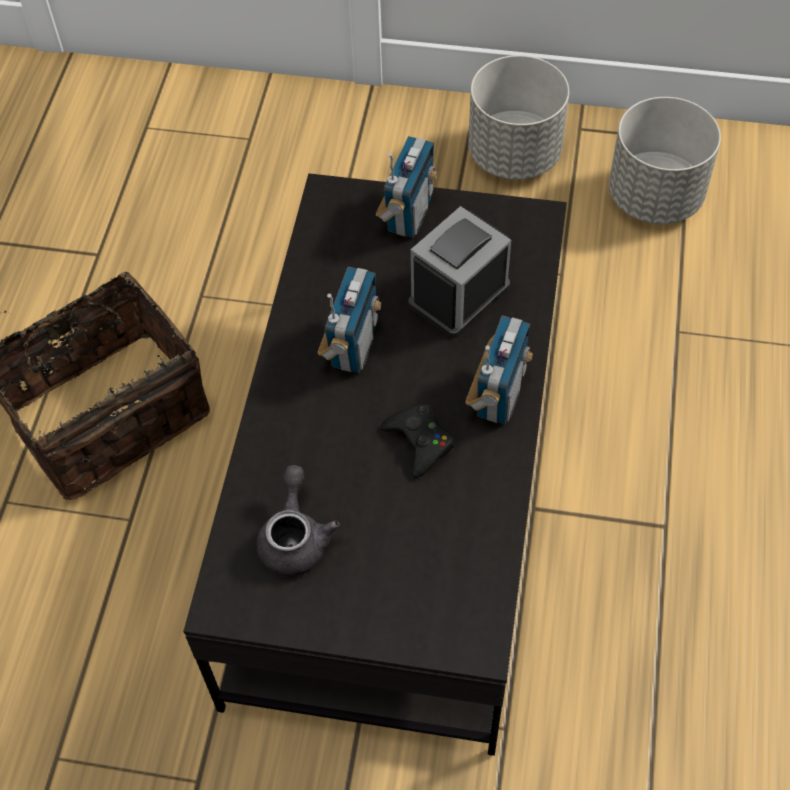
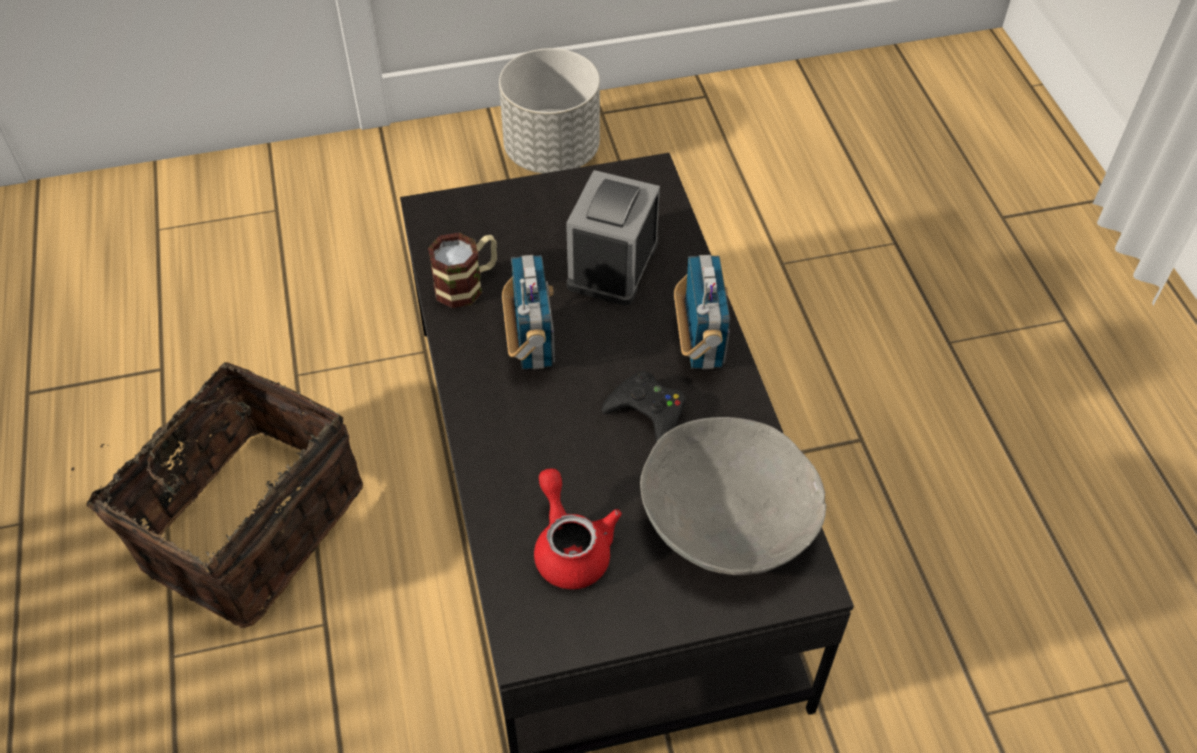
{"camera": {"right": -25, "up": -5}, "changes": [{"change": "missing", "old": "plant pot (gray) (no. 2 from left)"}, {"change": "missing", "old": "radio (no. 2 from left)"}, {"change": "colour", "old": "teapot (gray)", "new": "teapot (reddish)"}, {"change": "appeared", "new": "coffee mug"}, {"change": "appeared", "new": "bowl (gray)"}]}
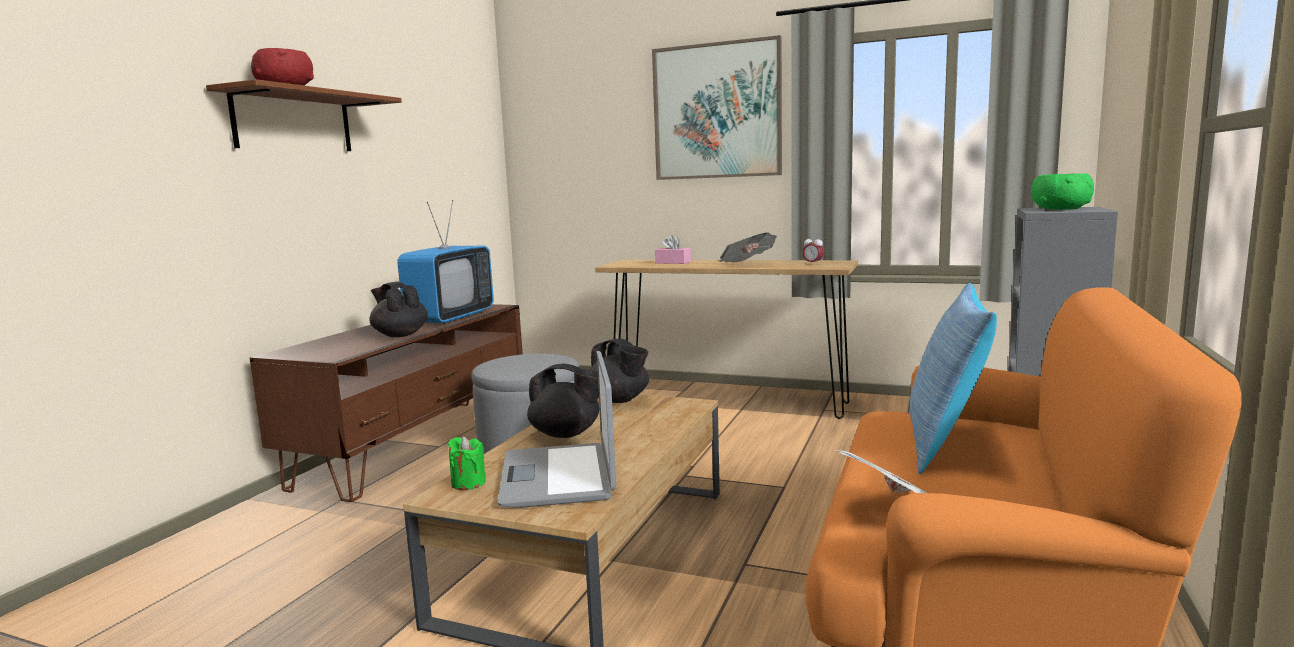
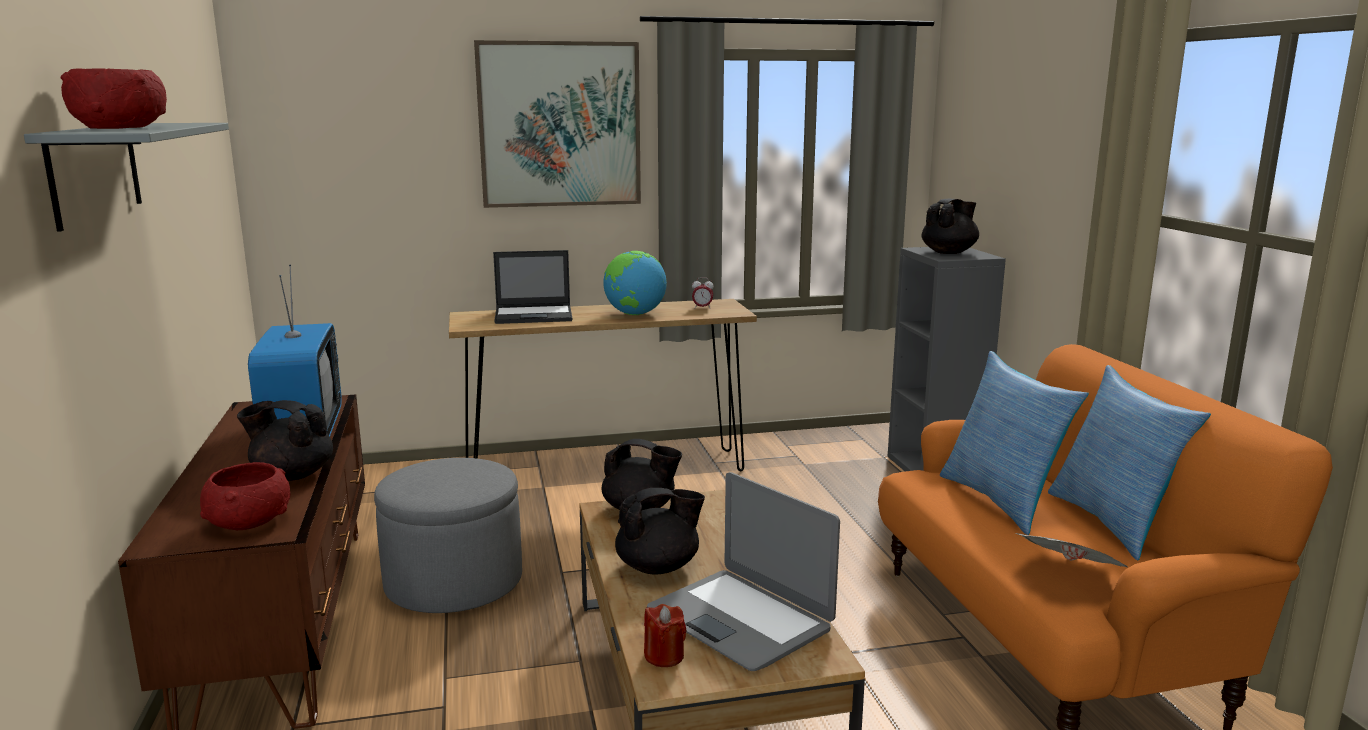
{"camera": {"right": -35, "up": 5}, "changes": [{"change": "colour", "old": "wall shelf (brownish)", "new": "wall shelf (gray)"}, {"change": "exchanged", "old": "bowl (greenish)", "new": "teapot (black-coloured) (no. 4 from left)"}, {"change": "exchanged", "old": "newspaper (no. 1 from left)", "new": "globe"}, {"change": "exchanged", "old": "tissue box (pinkish)", "new": "notebook computer (no. 1 from left)"}, {"change": "colour", "old": "wax light (greenish)", "new": "wax light (reddish)"}, {"change": "appeared", "new": "throw pillow (no. 2 from left)"}, {"change": "appeared", "new": "bowl (reddish) (no. 2 from left)"}]}
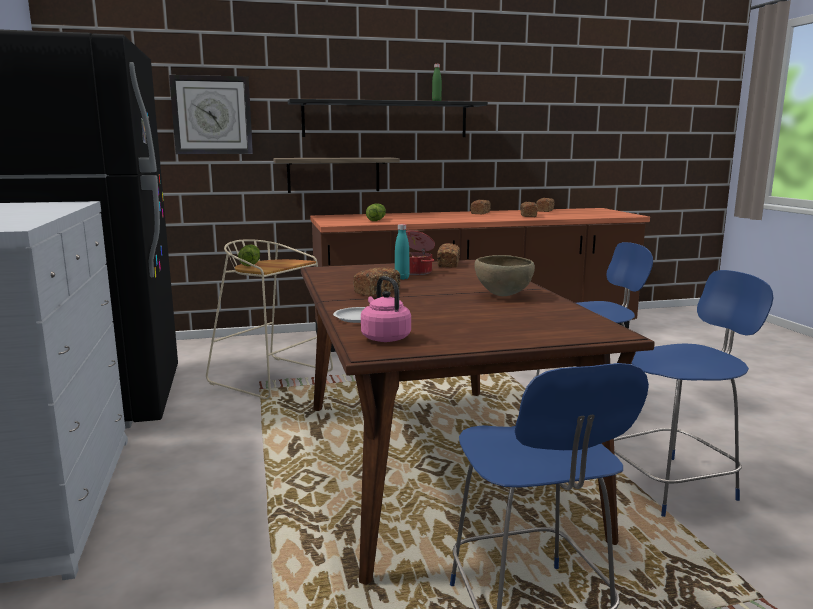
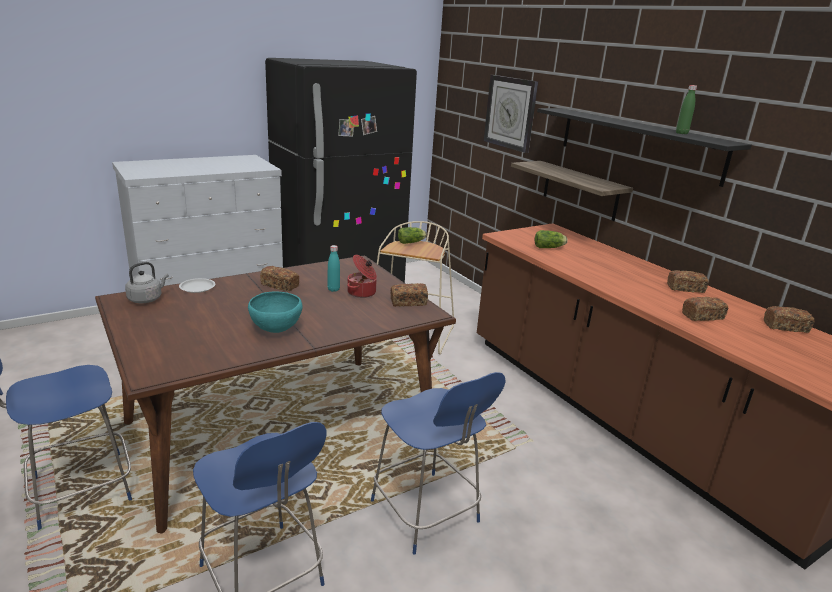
{"camera": {"right": 70, "up": 10}, "changes": [{"change": "colour", "old": "bowl (brownish)", "new": "bowl (turquoise-coloured)"}, {"change": "colour", "old": "tea kettle (pinkish)", "new": "tea kettle (gray)"}]}
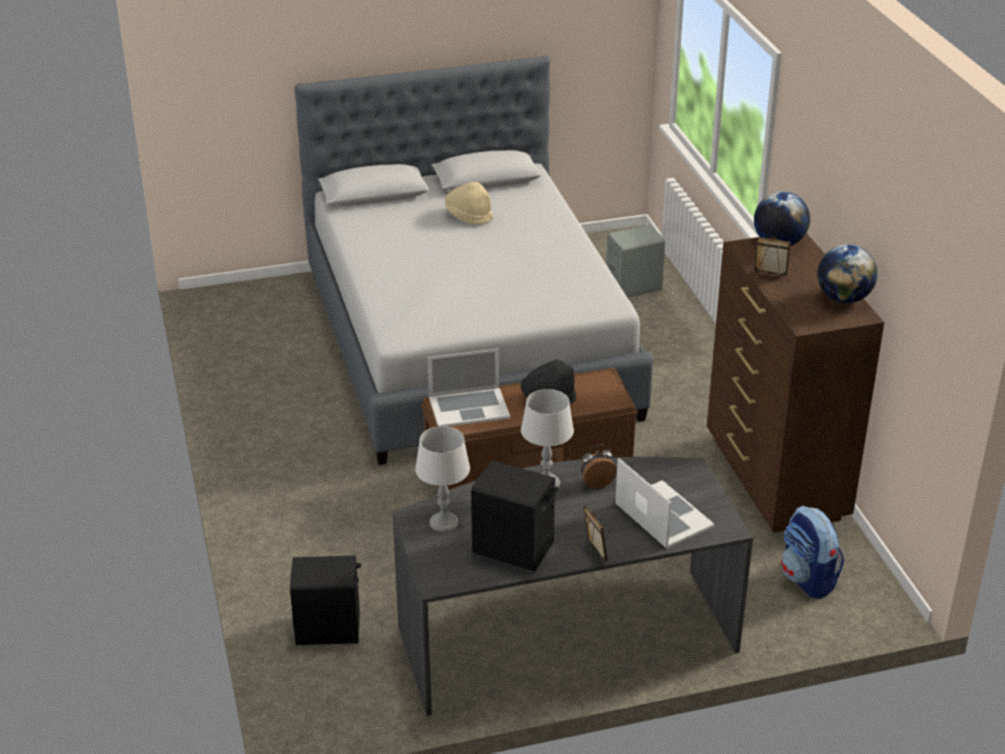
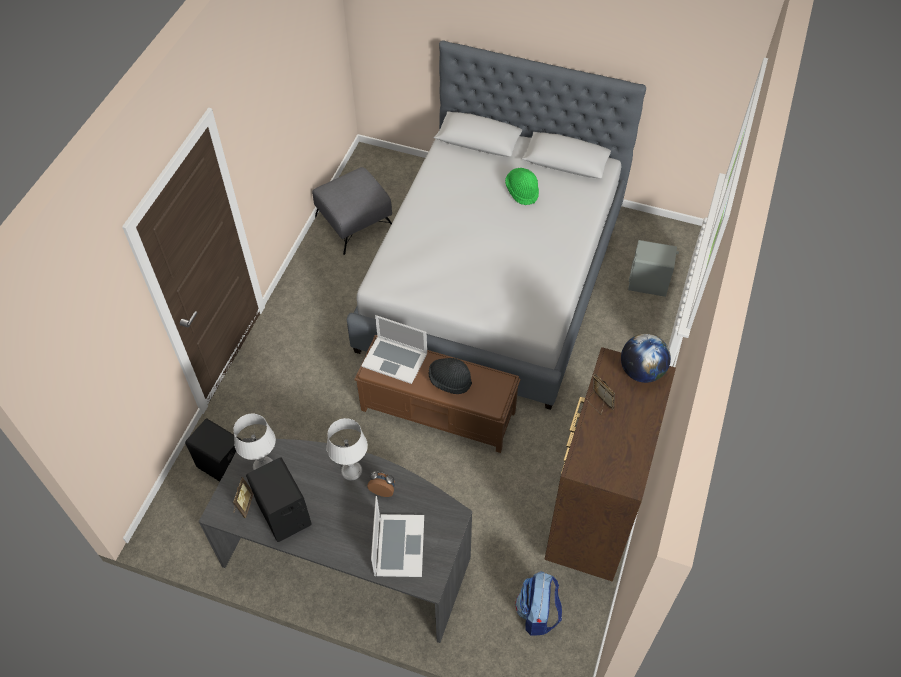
{"camera": {"right": 35, "up": 20}, "changes": [{"change": "colour", "old": "clothing hat (beige)", "new": "clothing hat (greenish)"}, {"change": "missing", "old": "globe (no. 2 from left)"}, {"change": "relocated", "old": "photo frame (no. 1 from left)"}, {"change": "appeared", "new": "pouffe (gray)"}]}
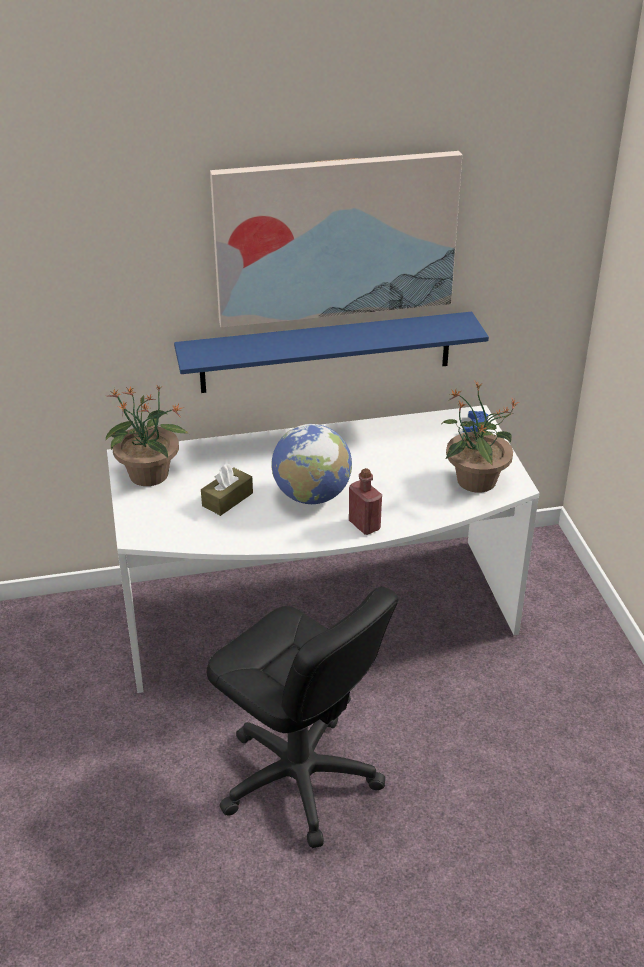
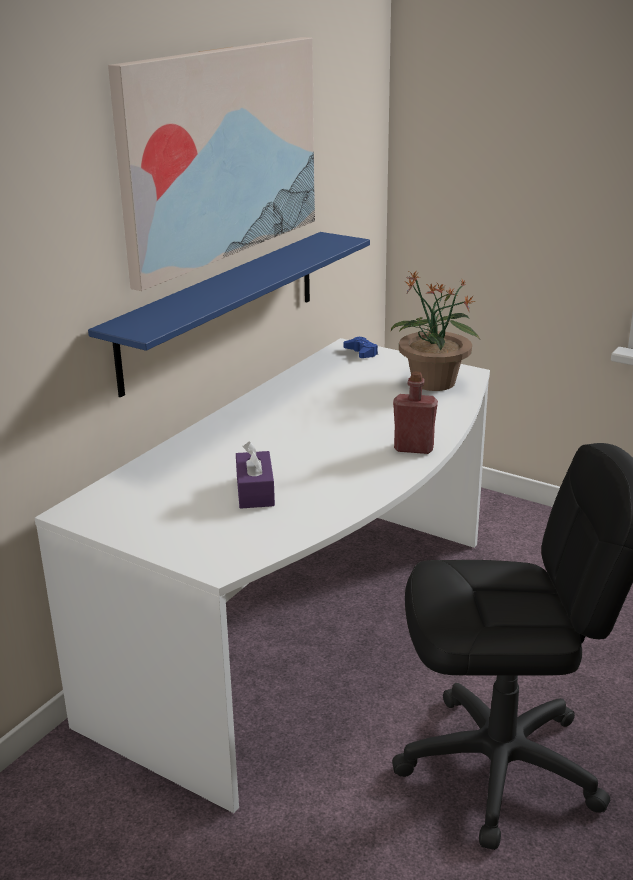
{"camera": {"right": -45, "up": -10}, "changes": [{"change": "missing", "old": "plant in a pot (no. 1 from left)"}, {"change": "missing", "old": "globe"}, {"change": "colour", "old": "tissue box (brownish)", "new": "tissue box (purplish)"}]}
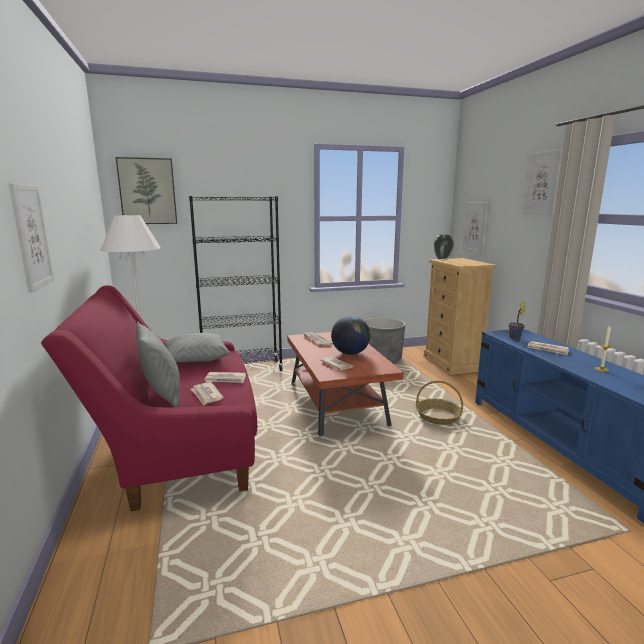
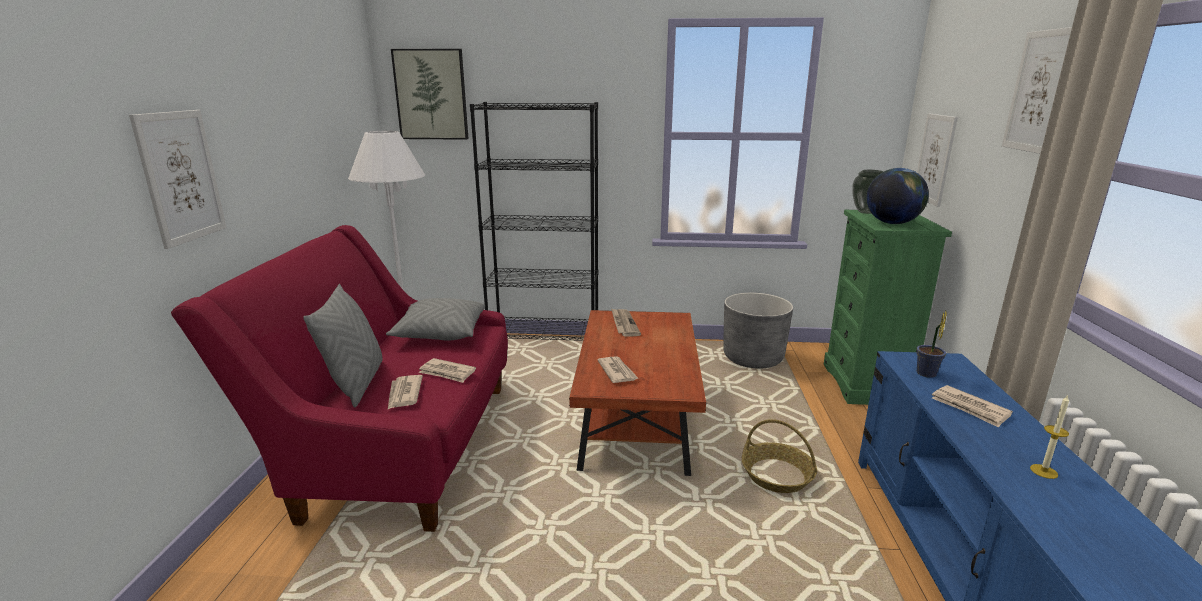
{"camera": {"right": 20, "up": 5}, "changes": [{"change": "colour", "old": "drawer chest (beige)", "new": "drawer chest (greenish)"}, {"change": "relocated", "old": "globe"}]}
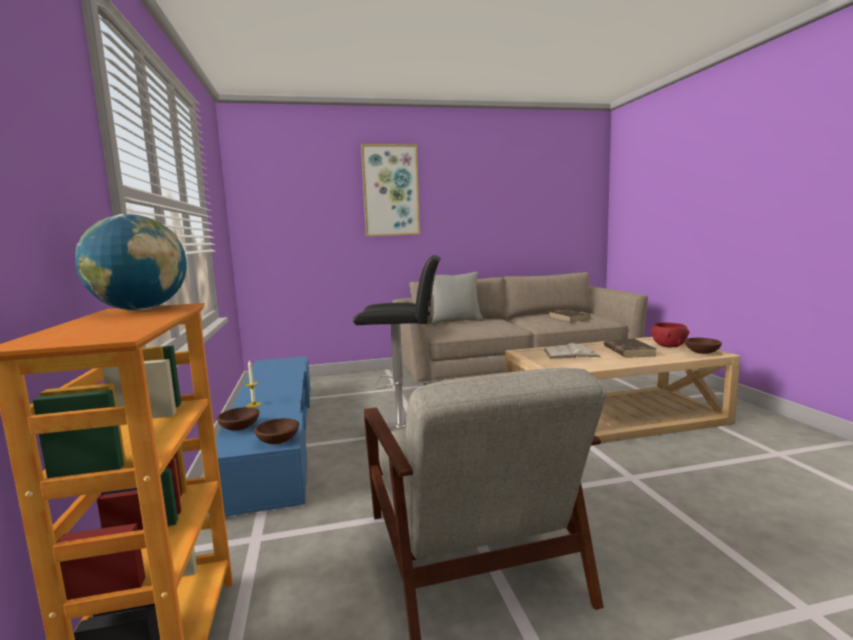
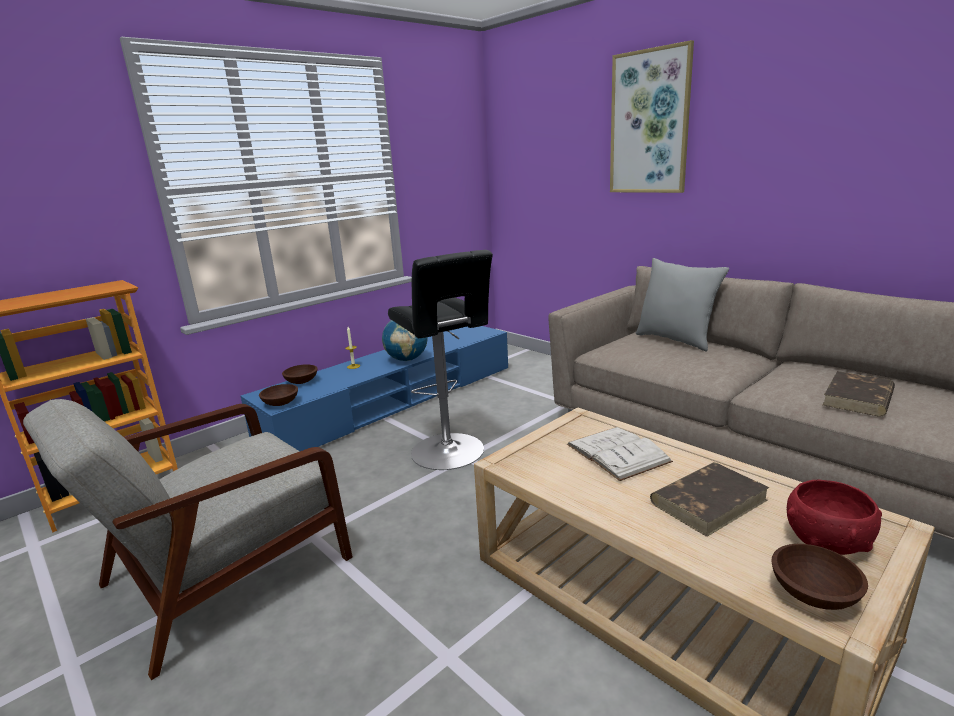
{"camera": {"right": 60, "up": 10}, "changes": [{"change": "relocated", "old": "globe"}]}
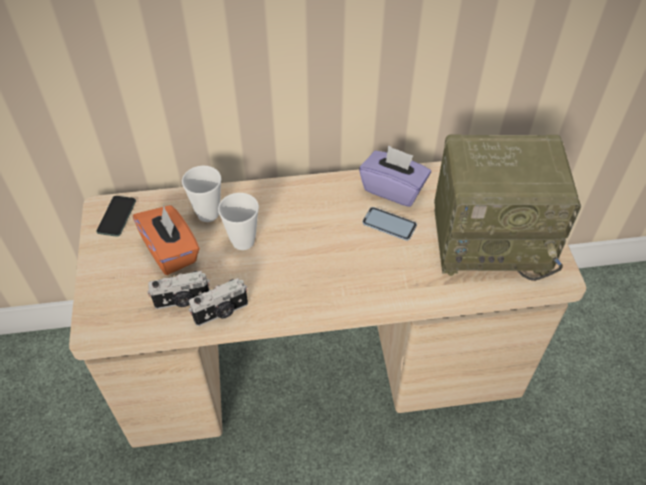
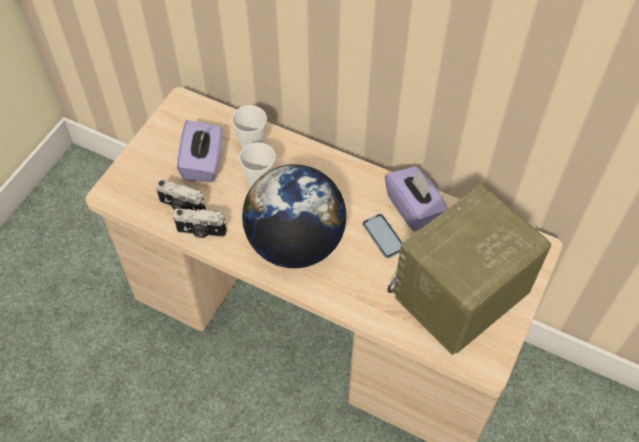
{"camera": {"right": 35, "up": 5}, "changes": [{"change": "spun", "old": "radio", "degrees": 105}, {"change": "missing", "old": "handset (no. 1 from left)"}, {"change": "colour", "old": "tissue box (orangey)", "new": "tissue box (purplish) (no. 1 from left)"}, {"change": "appeared", "new": "globe"}]}
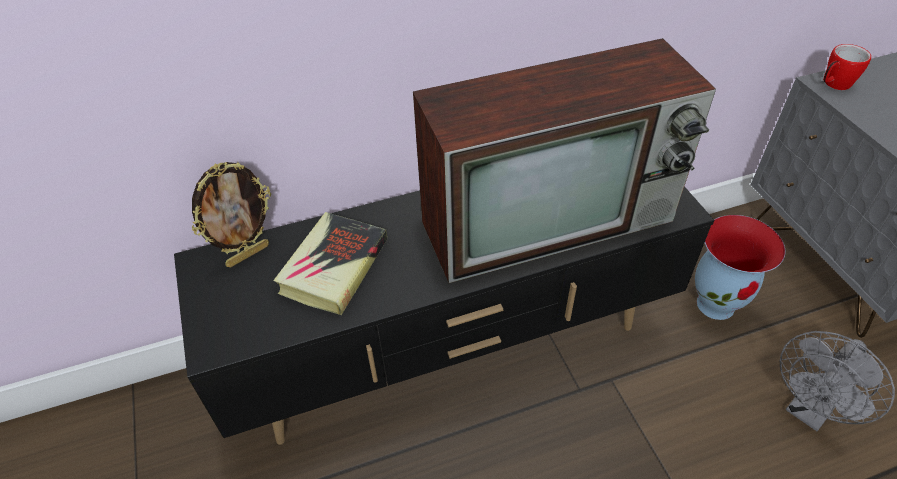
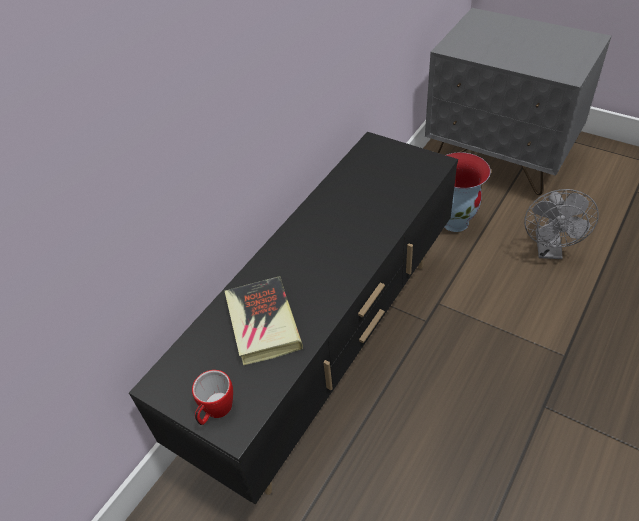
{"camera": {"right": -35, "up": 0}, "changes": [{"change": "missing", "old": "television"}, {"change": "relocated", "old": "coffee mug"}, {"change": "missing", "old": "photo frame"}]}
